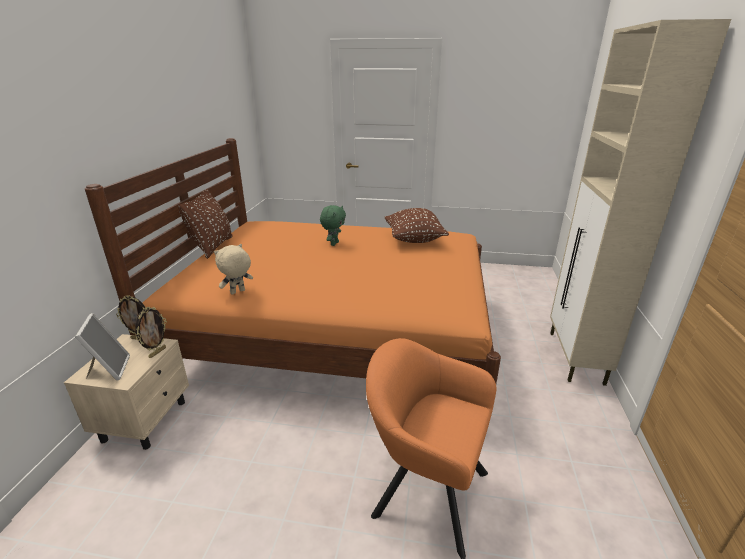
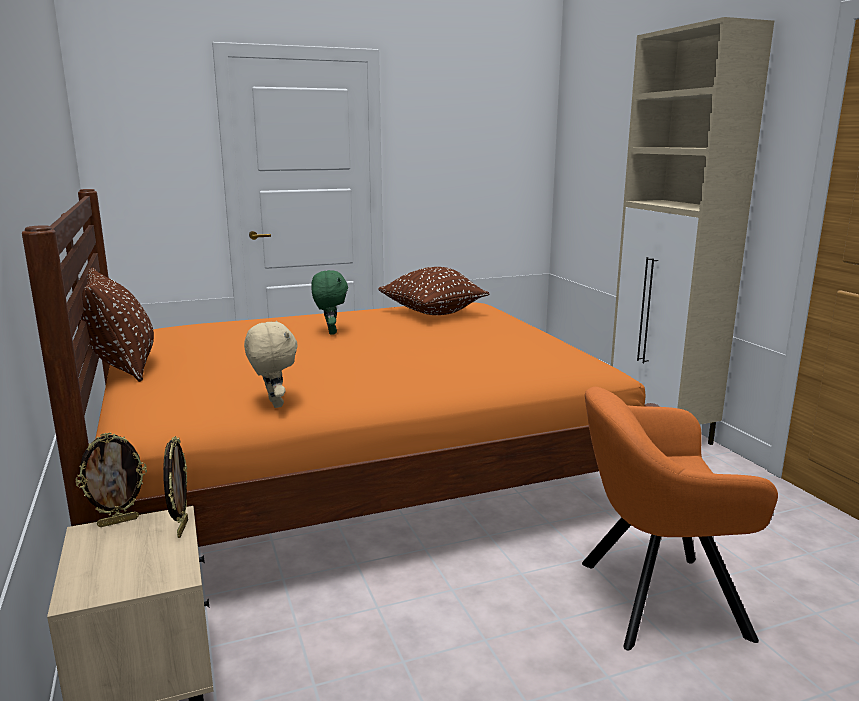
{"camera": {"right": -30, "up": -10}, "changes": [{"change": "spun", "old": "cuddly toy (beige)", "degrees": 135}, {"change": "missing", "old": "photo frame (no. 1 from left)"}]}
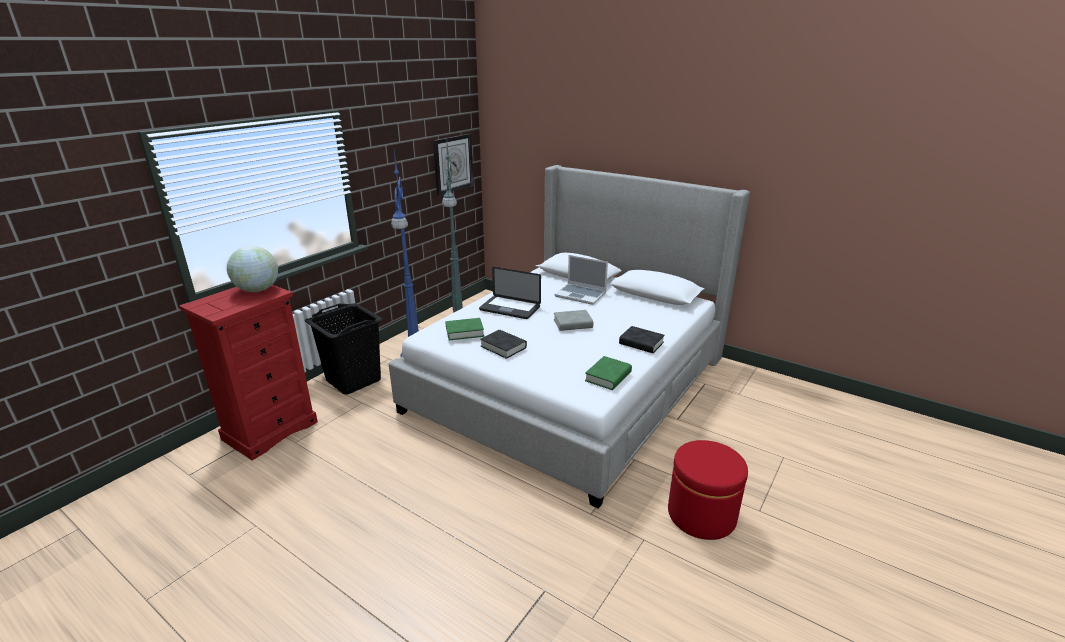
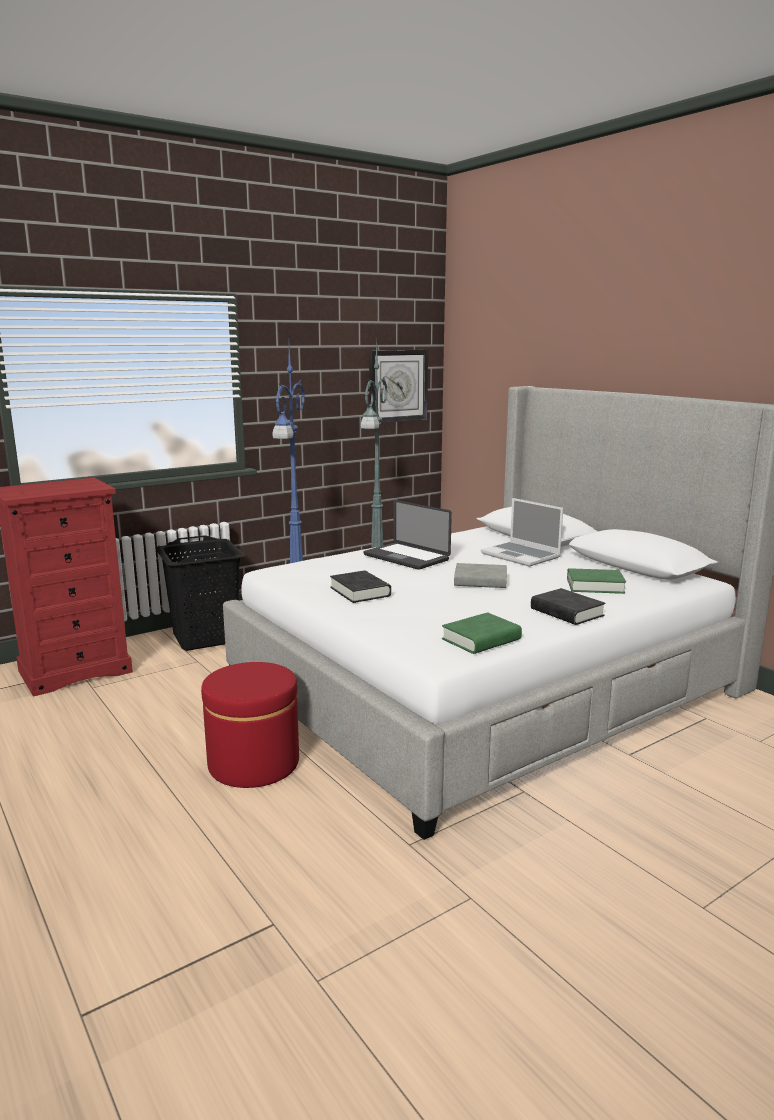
{"camera": {"right": 20, "up": -10}, "changes": [{"change": "missing", "old": "globe"}, {"change": "relocated", "old": "book (greenish) (no. 1 from left in the first image)", "new": "book (greenish) (no. 2 from left)"}, {"change": "relocated", "old": "pouffe (reddish)"}]}
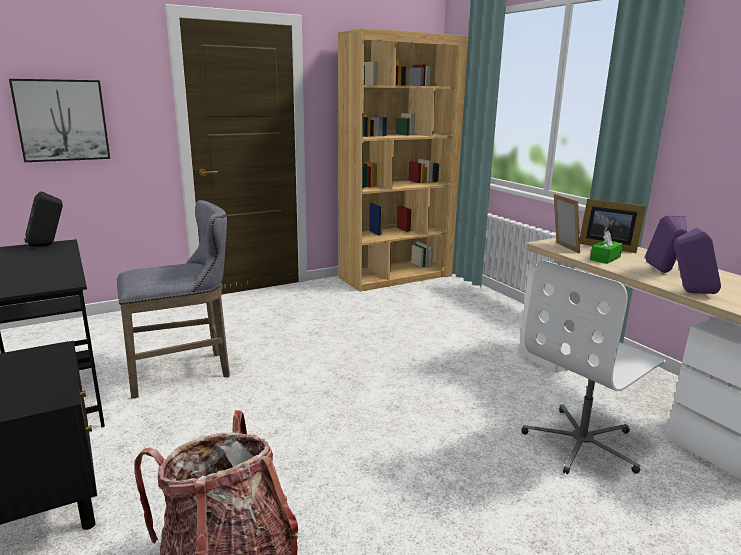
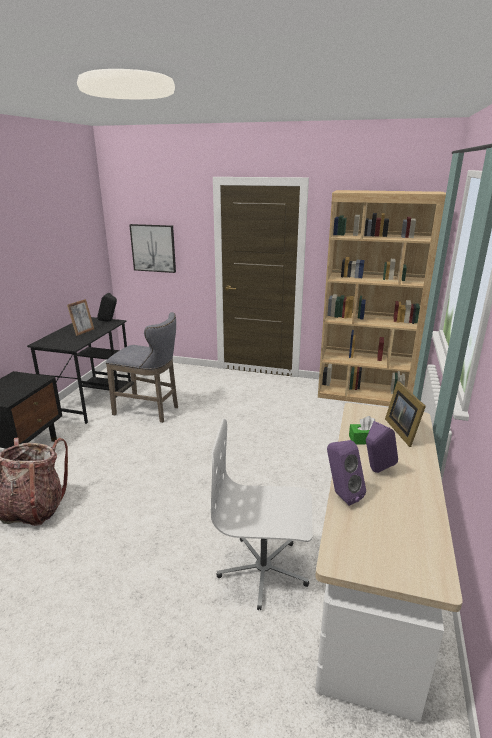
{"camera": {"right": 45, "up": 5}, "changes": [{"change": "relocated", "old": "photo frame (no. 1 from left)"}]}
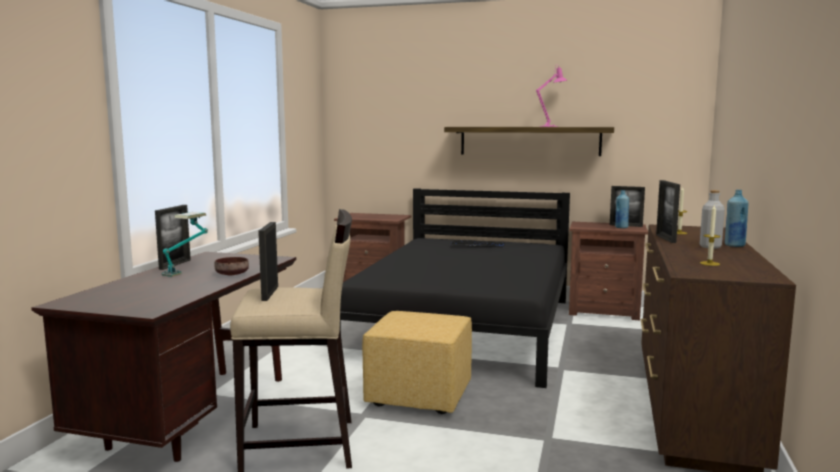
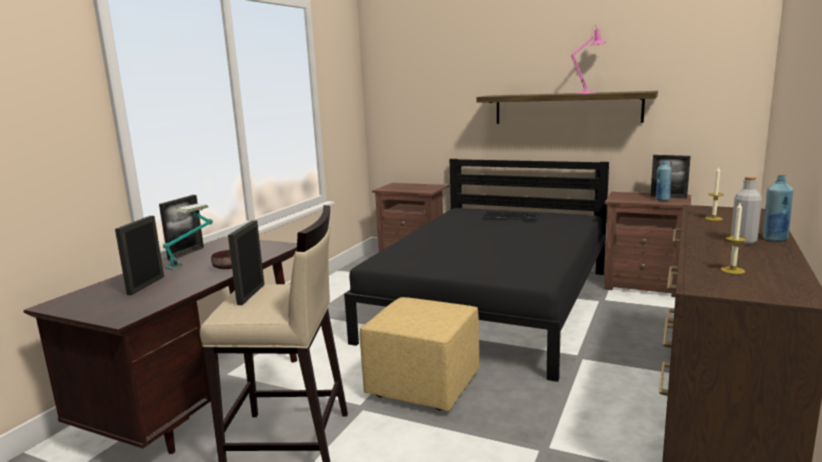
{"camera": {"right": 10, "up": 5}, "changes": [{"change": "relocated", "old": "photo frame (no. 4 from left in the first image)", "new": "photo frame (no. 1 from left)"}]}
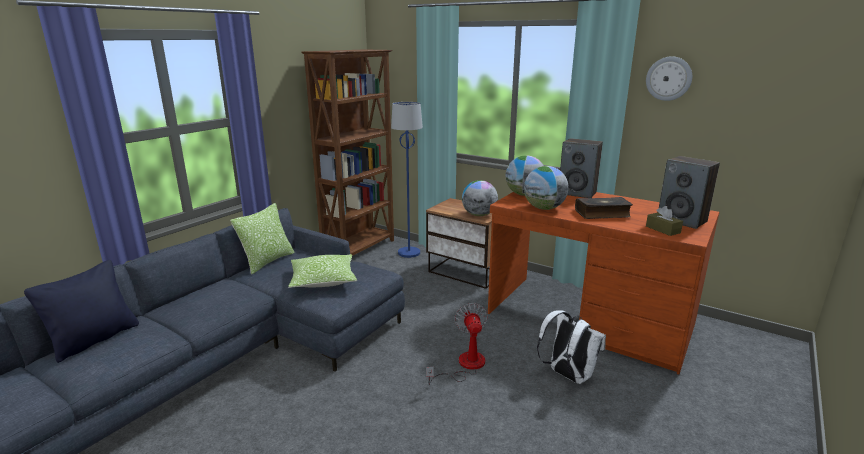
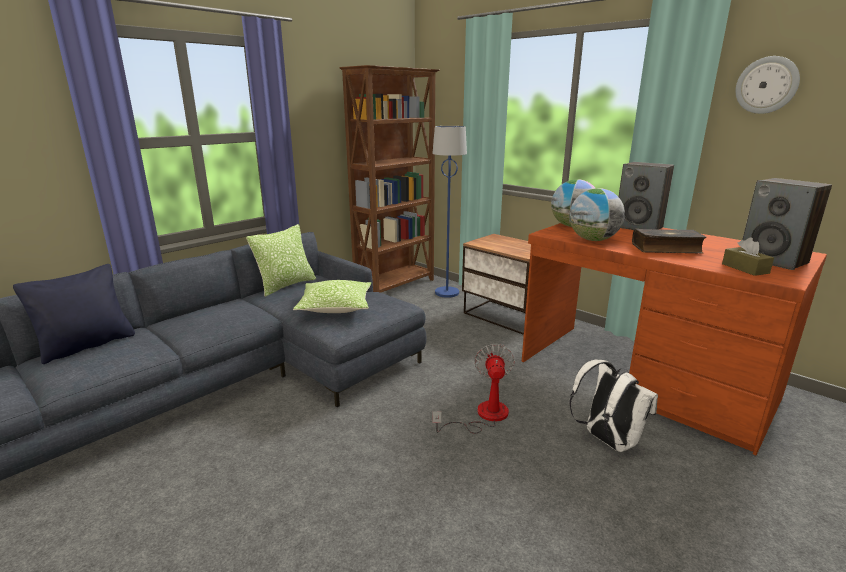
{"camera": {"right": 10, "up": 0}, "changes": [{"change": "missing", "old": "globe (no. 1 from left)"}]}
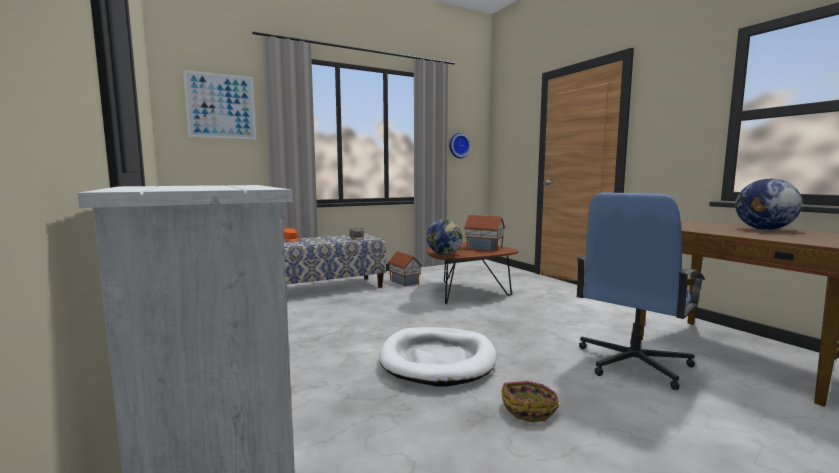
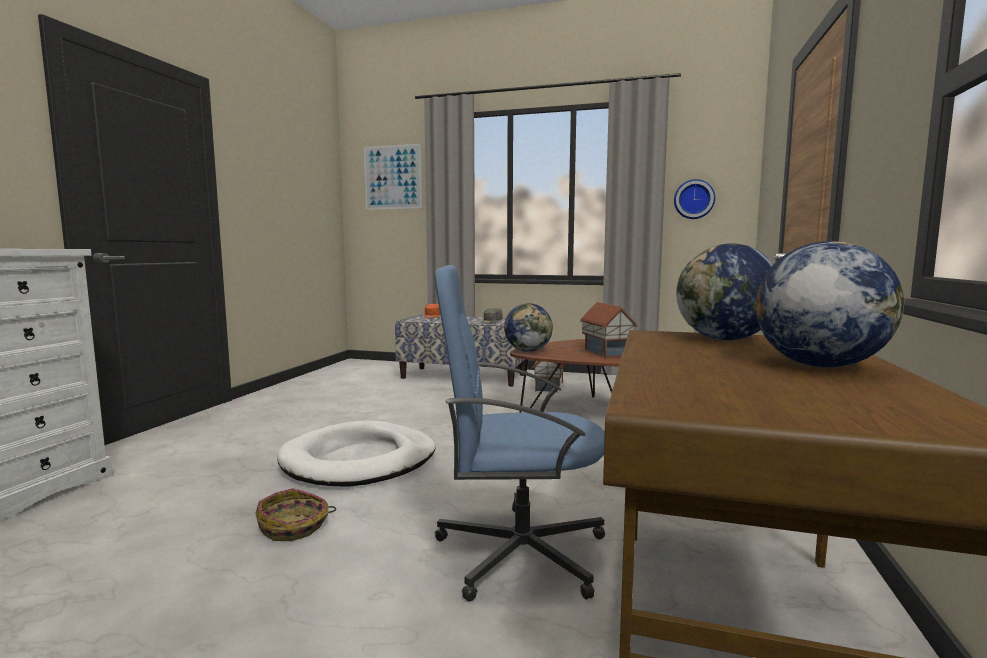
{"camera": {"right": 45, "up": 0}, "changes": [{"change": "appeared", "new": "globe (no. 2 from left)"}]}
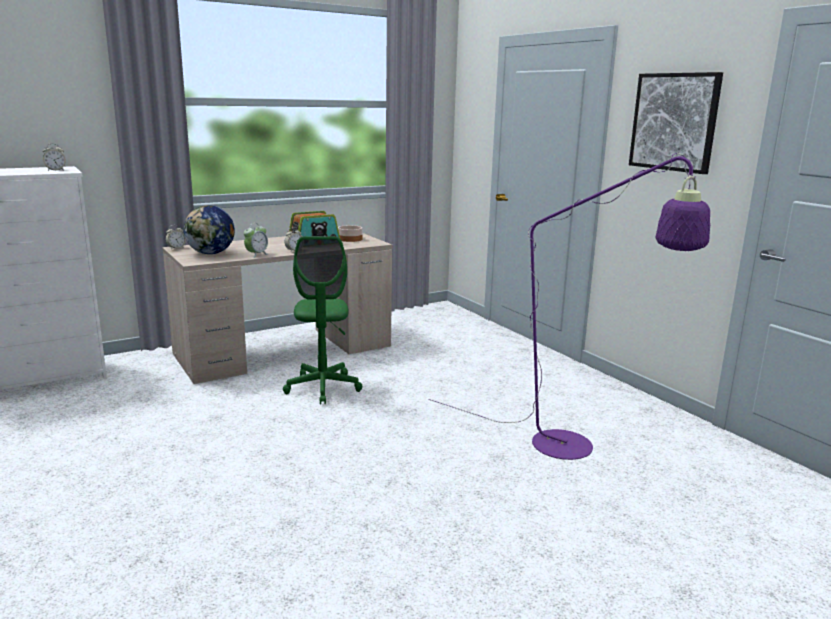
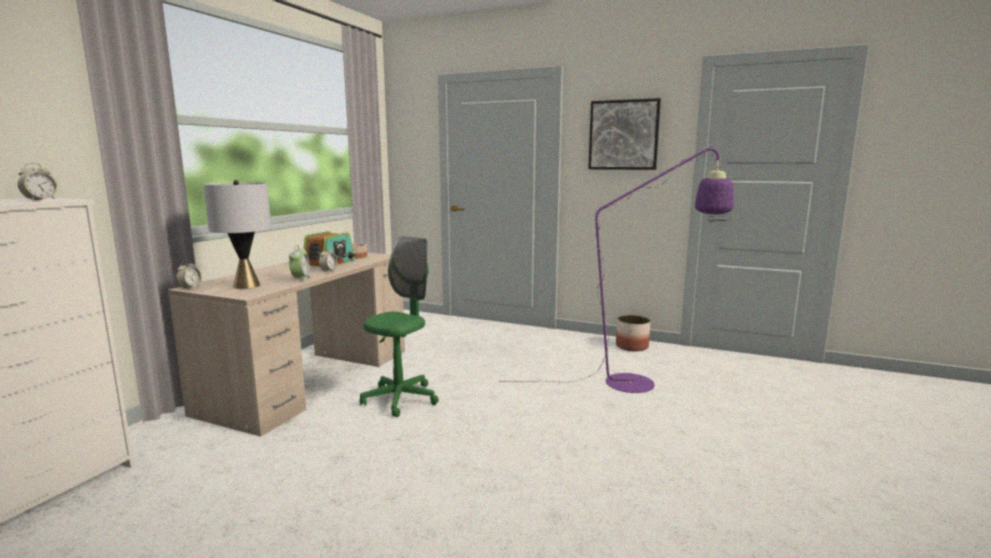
{"camera": {"right": -35, "up": -5}, "changes": [{"change": "exchanged", "old": "globe", "new": "table lamp (gray)"}, {"change": "spun", "old": "computer chair (greenish)", "degrees": -105}, {"change": "appeared", "new": "plant pot"}]}
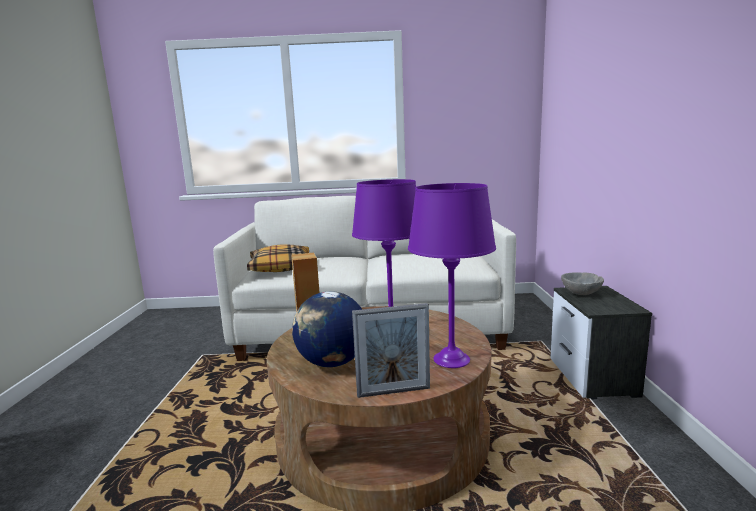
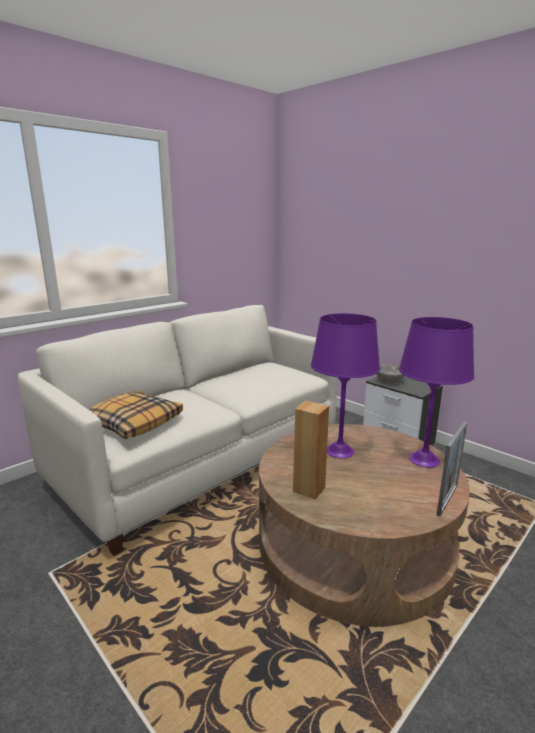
{"camera": {"right": -45, "up": 5}, "changes": [{"change": "missing", "old": "globe"}]}
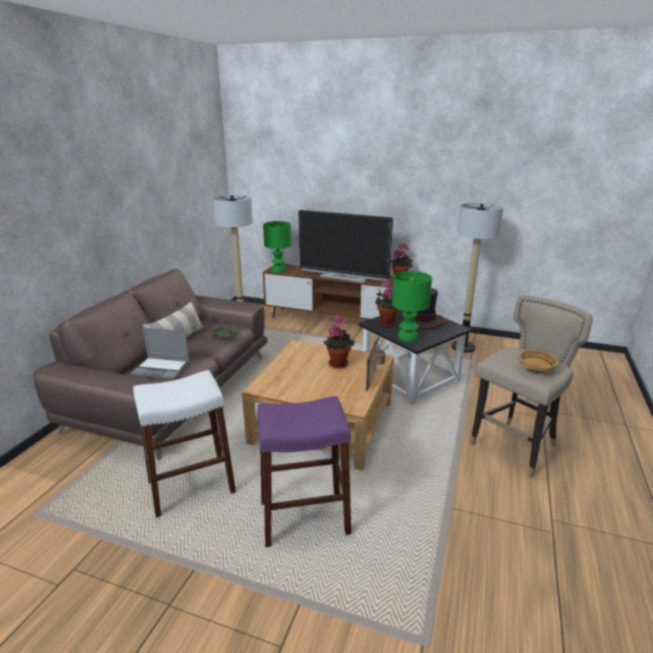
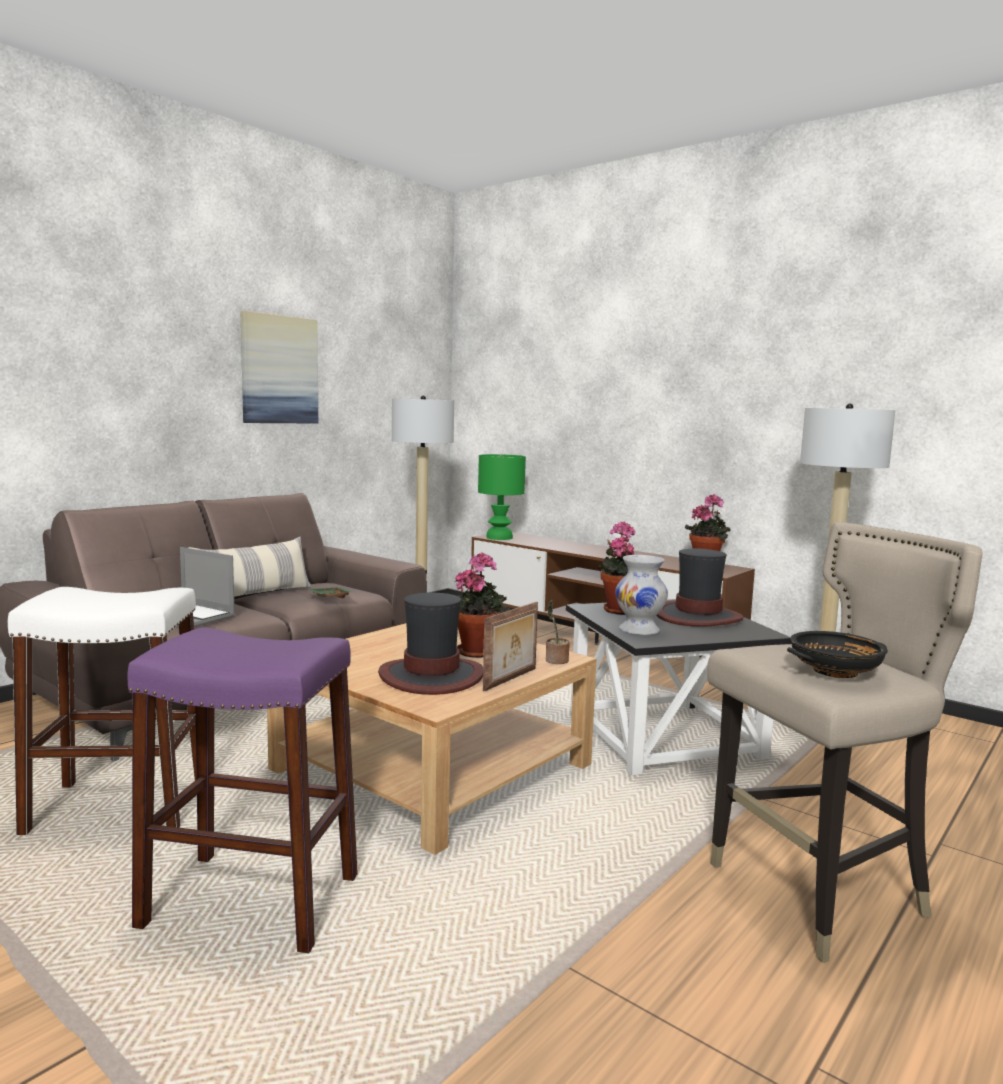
{"camera": {"right": 20, "up": -15}, "changes": [{"change": "missing", "old": "television"}, {"change": "exchanged", "old": "table lamp (greenish) (no. 2 from left)", "new": "decorative vase (whitish)"}, {"change": "colour", "old": "bowl (beige)", "new": "bowl (black-coloured)"}, {"change": "appeared", "new": "wall picture"}, {"change": "appeared", "new": "clothing hat (no. 1 from left)"}]}
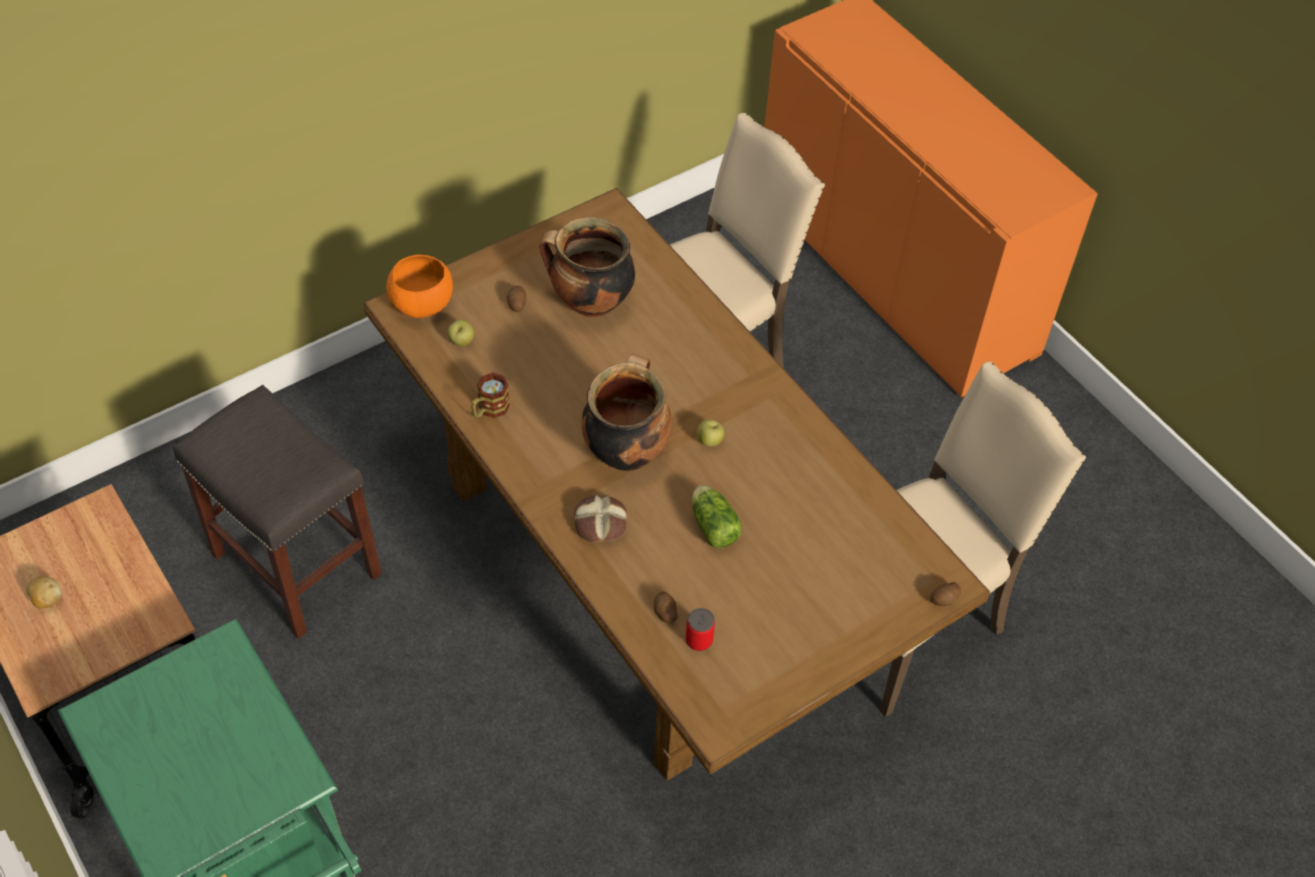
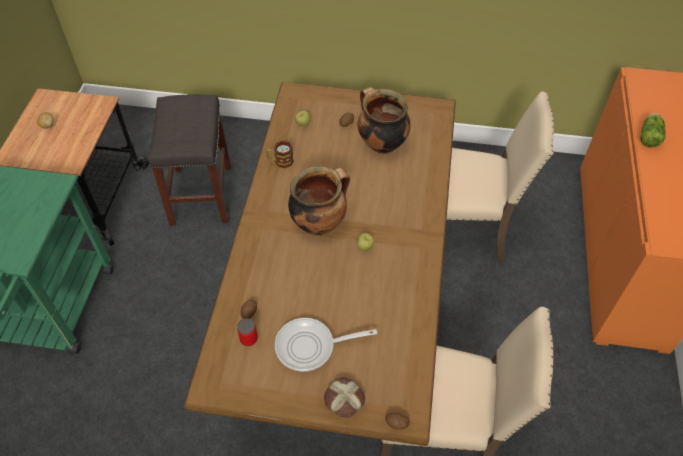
{"camera": {"right": 45, "up": 0}, "changes": [{"change": "missing", "old": "bowl (orangey)"}, {"change": "relocated", "old": "lettuce head"}, {"change": "relocated", "old": "bakery bread"}, {"change": "appeared", "new": "skillet"}]}
